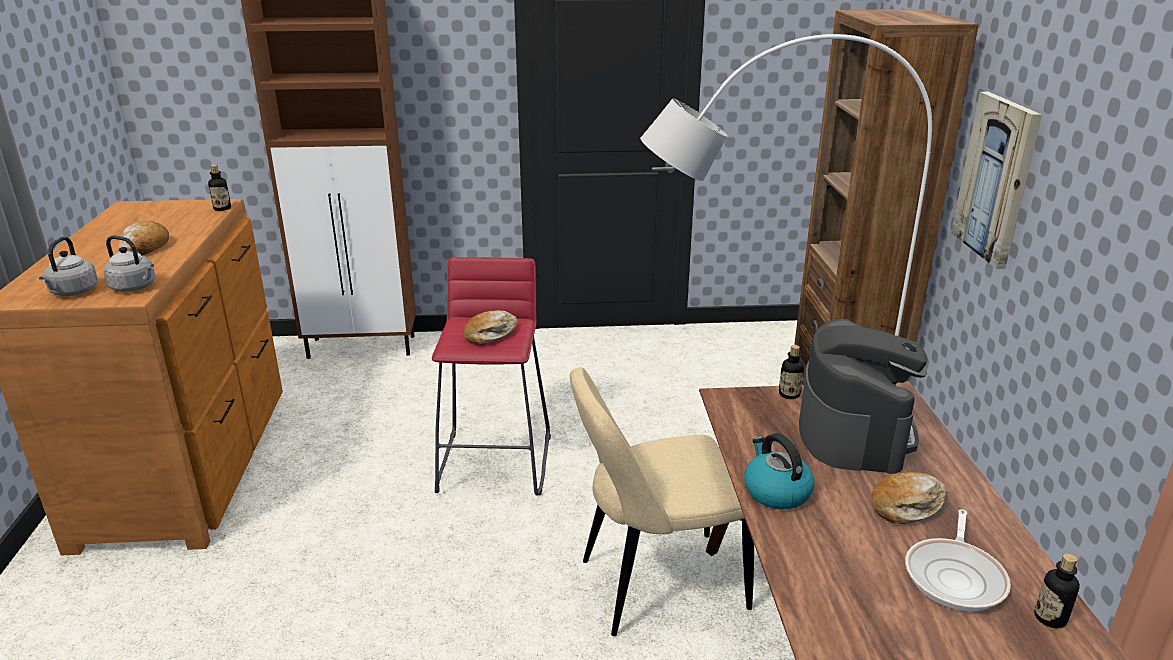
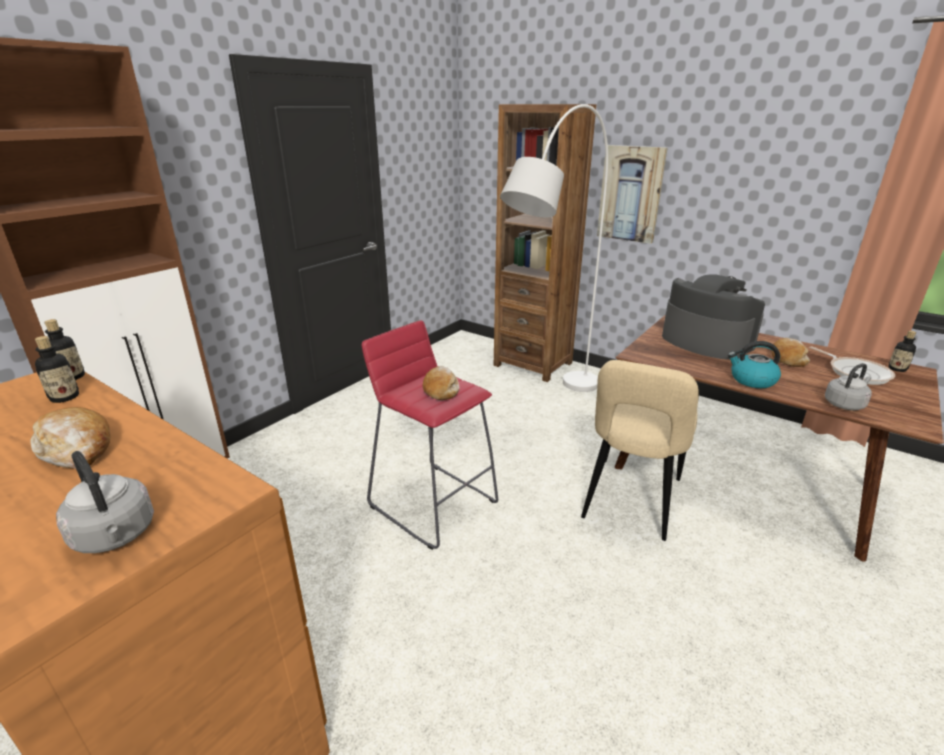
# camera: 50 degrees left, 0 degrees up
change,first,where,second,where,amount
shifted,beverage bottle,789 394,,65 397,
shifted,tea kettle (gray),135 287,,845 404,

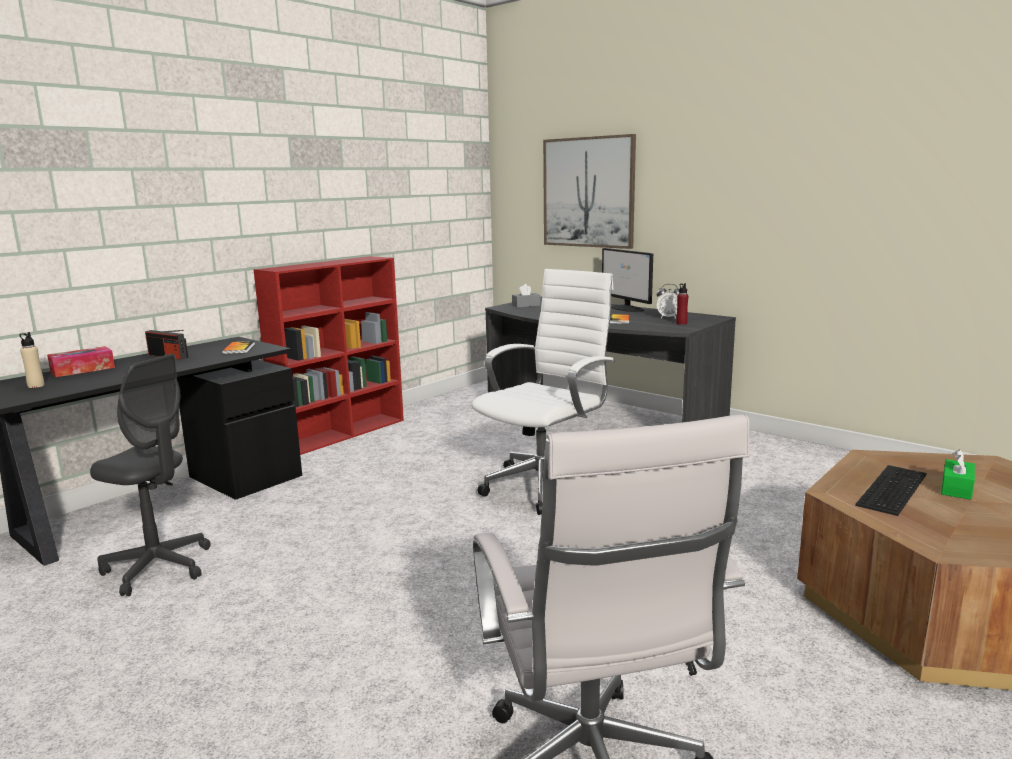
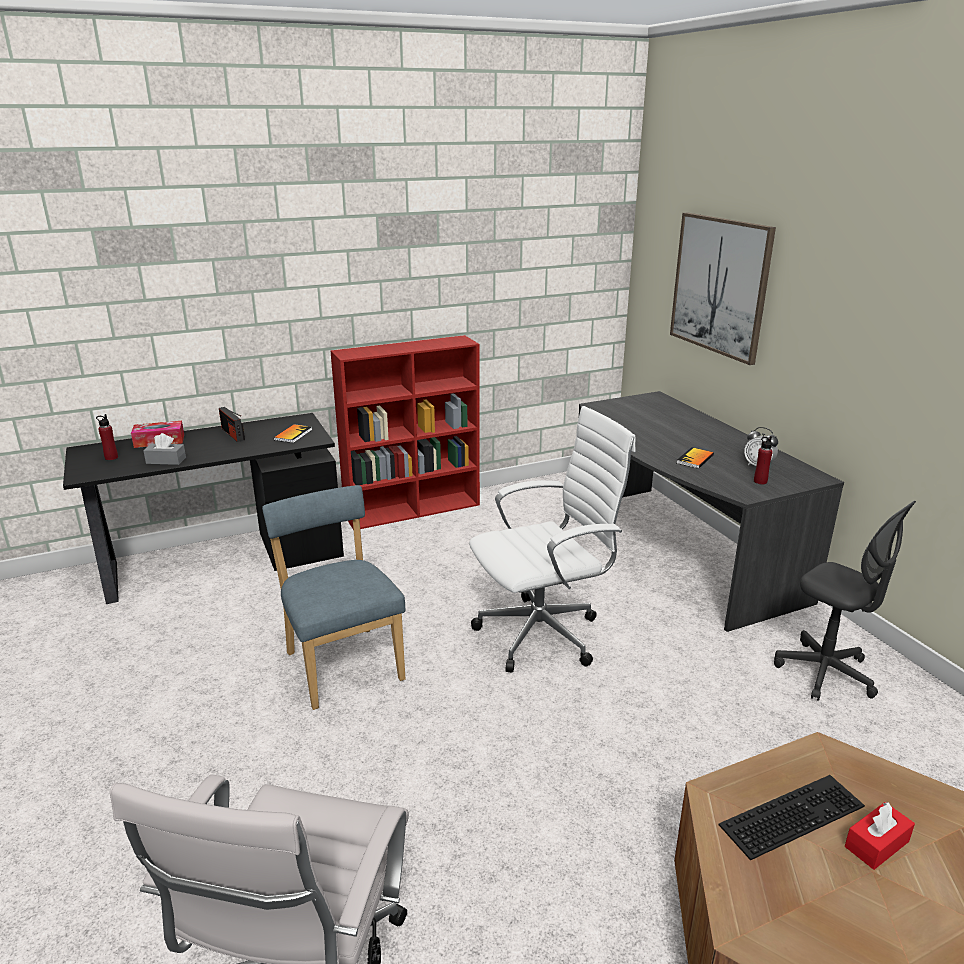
# camera: 25 degrees right, 10 degrees up
change,first,where,second,where,amount
repainted,beverage bottle (beige),36 386,beverage bottle (reddish),111 457,
shifted,tissue box (gray),526 305,,166 460,
new,,,upright chair (bluish),342 663,
shifted,office chair (gray),158 568,,825 673,
repainted,tissue box (green),956 488,tissue box (reddish),876 844,
gone,computer screen,627 308,,,

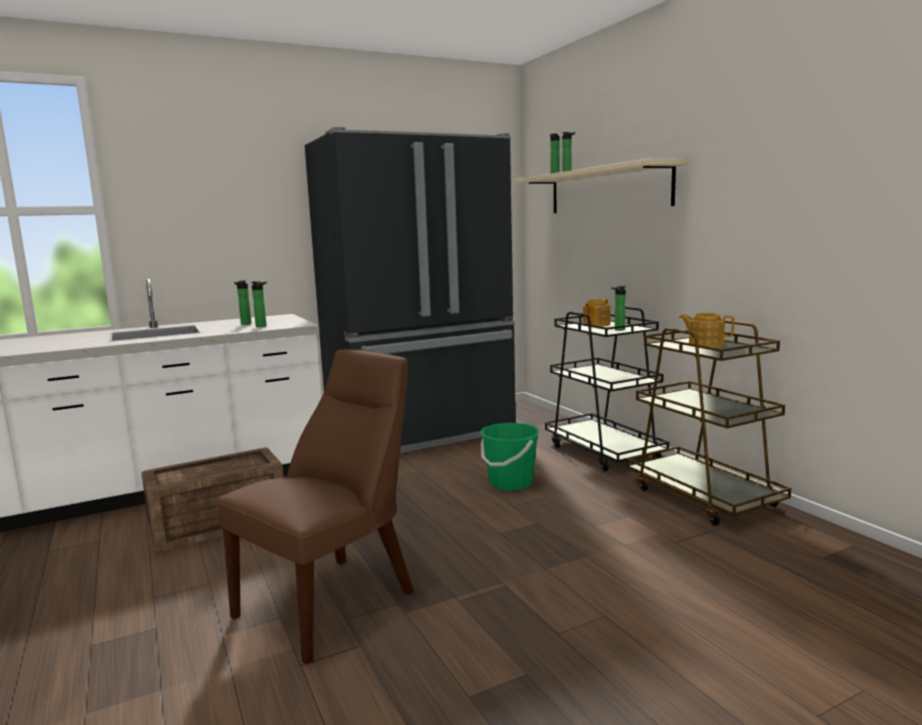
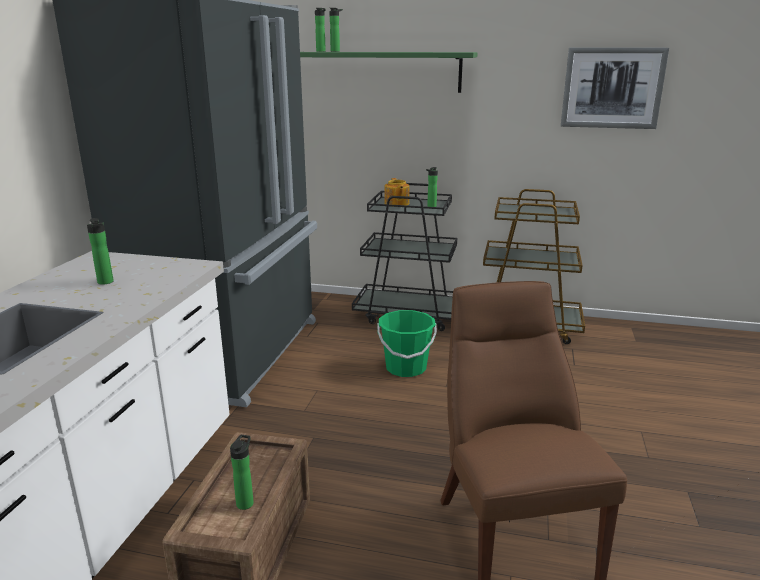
# camera: 50 degrees left, 10 degrees up
change,first,where,second,where,amount
shifted,beverage bottle,263 326,,246 502,
repainted,wall shelf (beige),607 190,wall shelf (green),373 71,
new,,,wall picture,612 88,
gone,teapot,705 344,,,

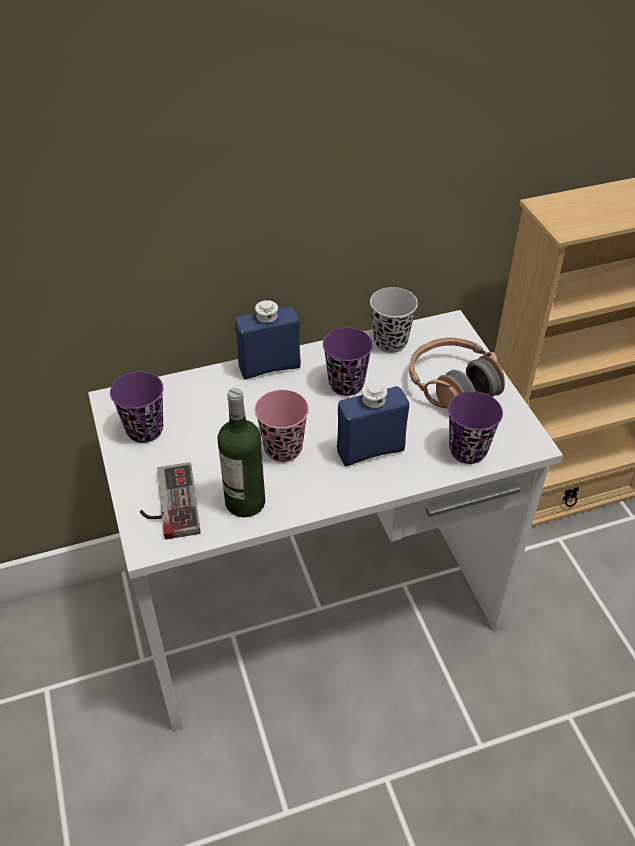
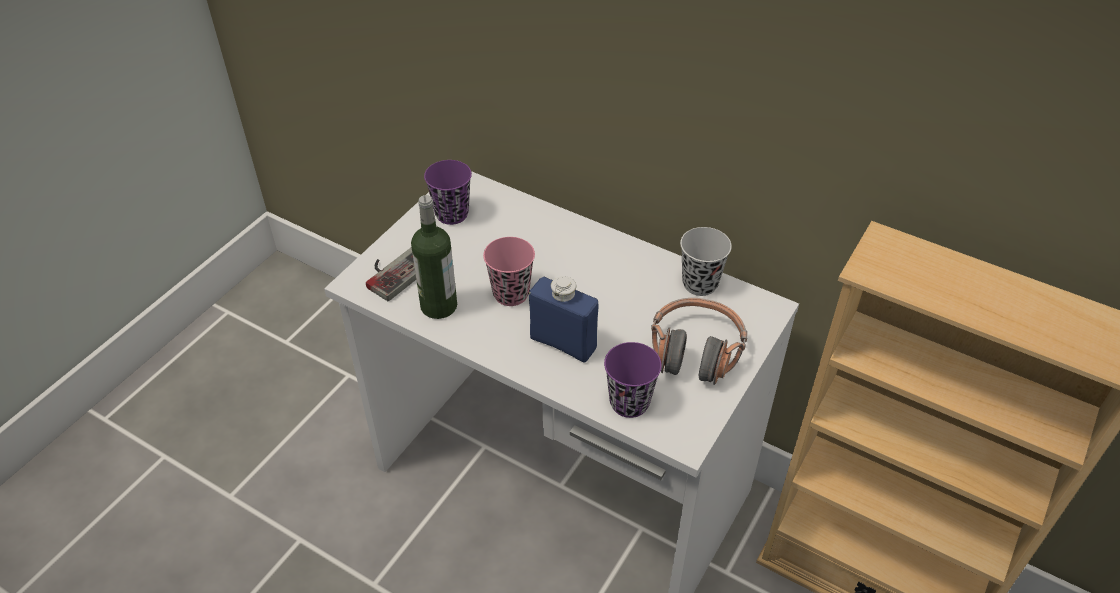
# camera: 50 degrees right, 0 degrees up
change,first,where,second,where,amount
gone,beverage bottle (bluish),269 367,,,
gone,small cup (purple-coloured),346 384,,,

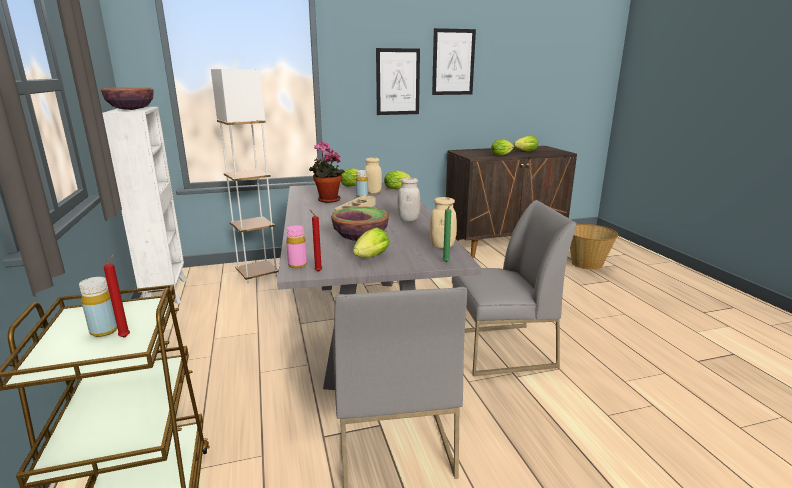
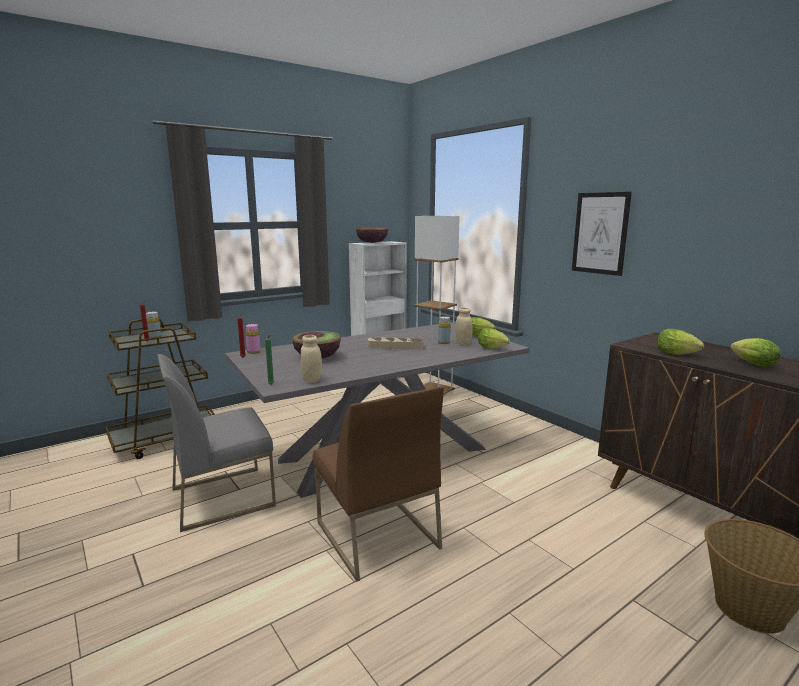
# camera: 70 degrees right, 5 degrees down
change,first,where,second,where,amount
repainted,upright chair (gray),501 349,upright chair (brown-coloured),376 535,
gone,houseplant,327 200,,,
gone,lettuce,370 258,,,
gone,preserve jar (white),408 219,,,
gone,wall picture,453 62,,,

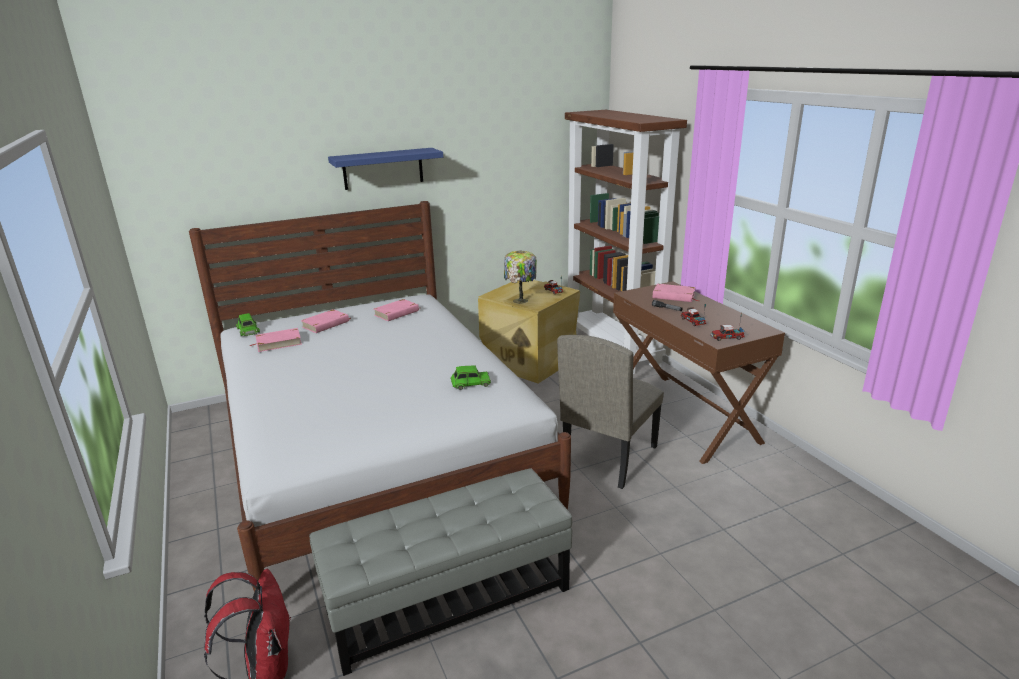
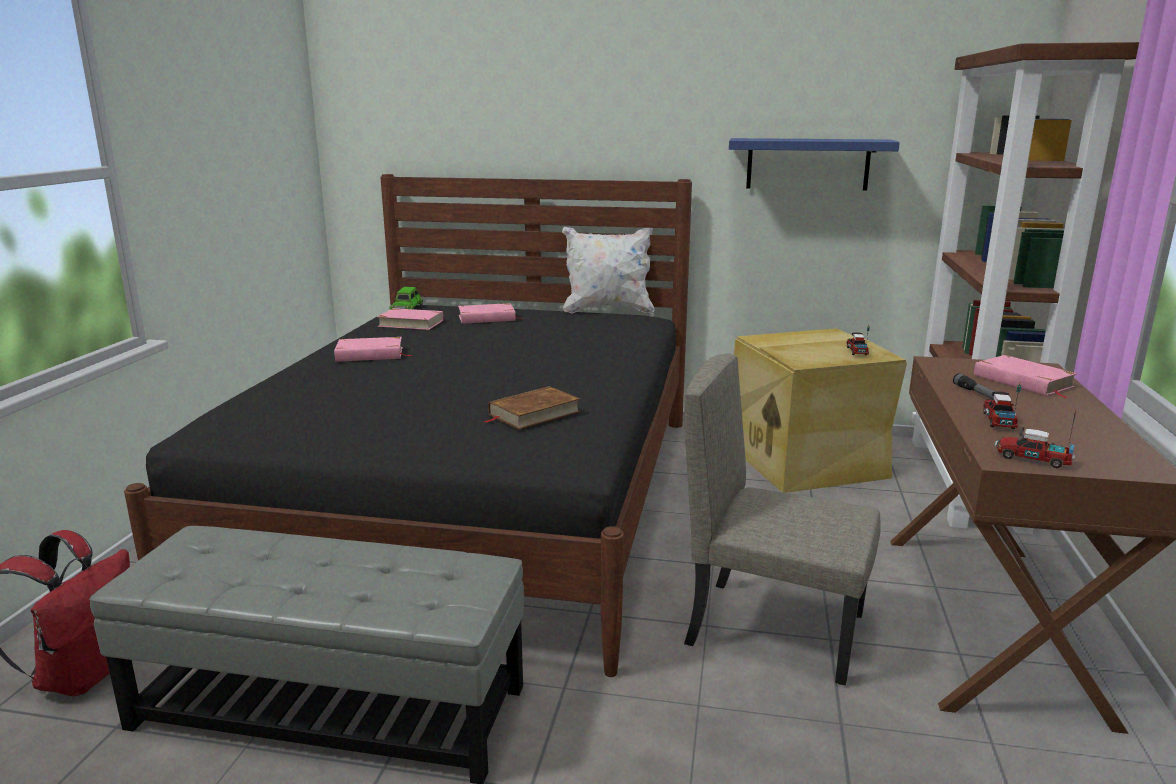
# camera: 35 degrees right, 5 degrees down
change,first,where,second,where,amount
repainted,sleeping bed (white),375 450,sleeping bed (black),477 500,
shifted,book (pink),397 313,,370 354,
swapped,model car (green),470 383,book (brown-coloured),533 413,
new,,,pillow (white),607 310,
rotated,upright chair (beige),608 456,,775 628,45 degrees clockwise
shifted,wall shelf (bluish),383 168,,807 164,
gone,table lamp,520 301,,,

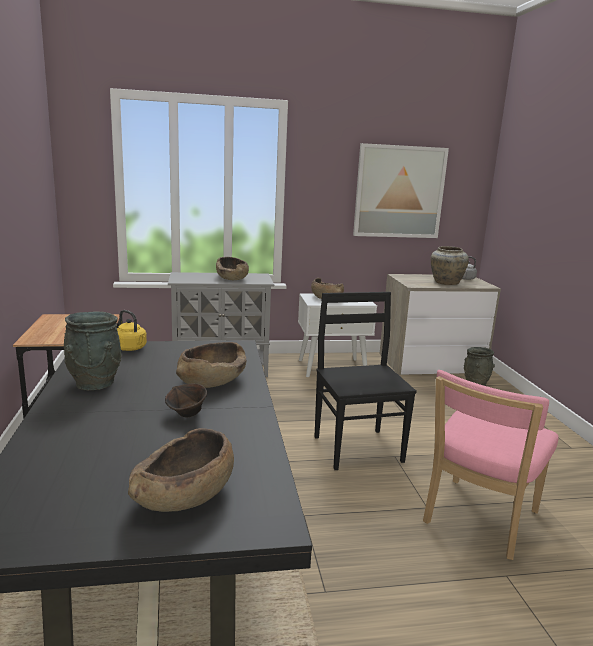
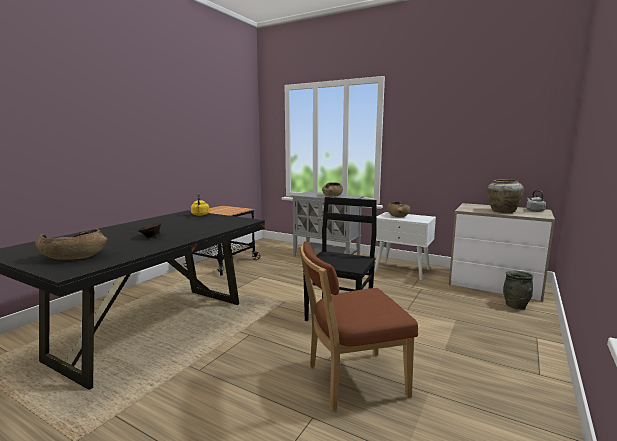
# camera: 40 degrees right, 5 degrees down
change,first,where,second,where,amount
repainted,upright chair (pink),478 520,upright chair (brown-coloured),351 381,
gone,vase (gray),95 383,,,
gone,deep dish (brown-coloured),212 380,,,
gone,wall picture,399 192,,,

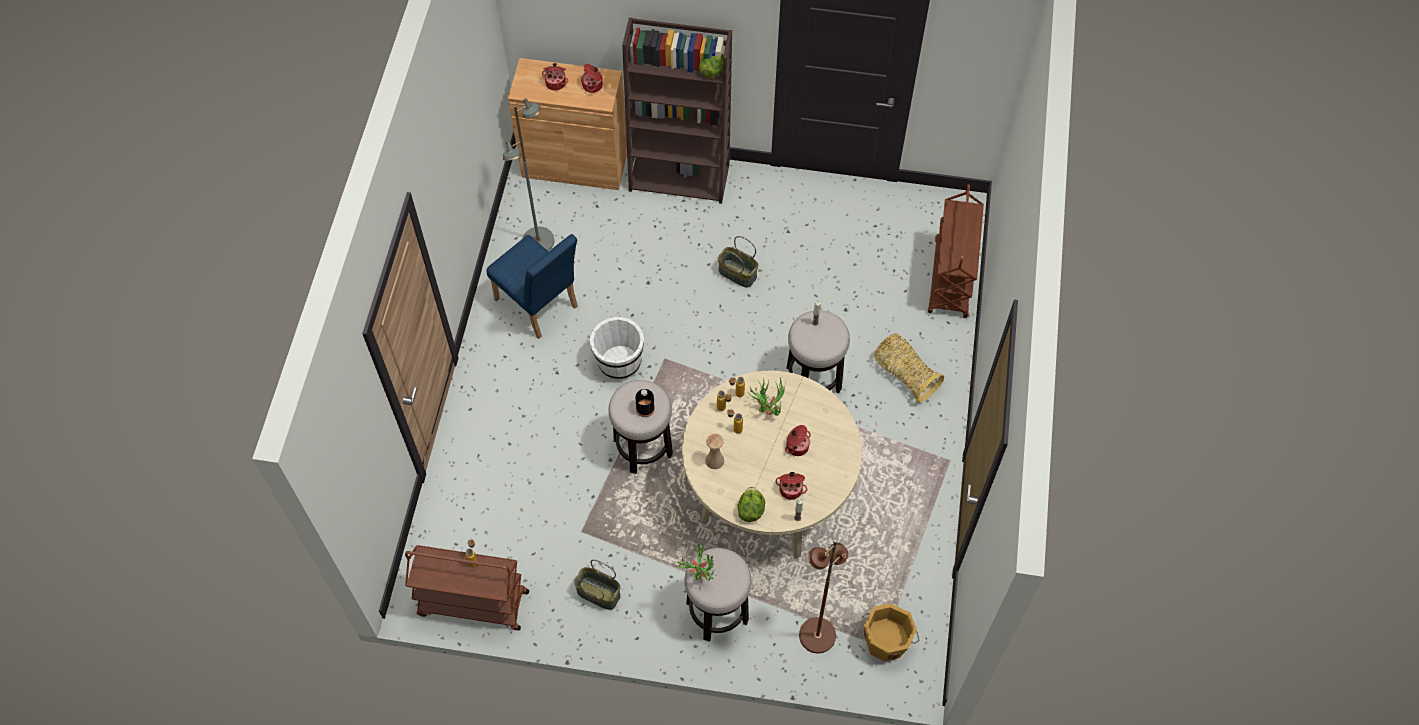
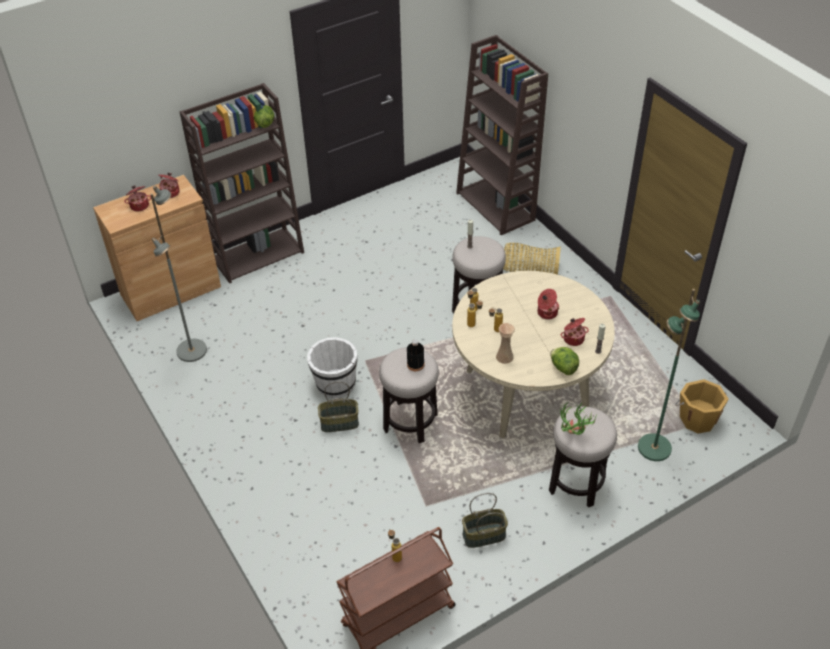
# camera: 40 degrees left, 15 degrees down
change,first,where,second,where,amount
shifted,storage basket,737 274,,339 423,
swapped,cart (brown-coloured),951 279,bookcase (brown-coloured),496 206,
repainted,standard lamp (brown-coloured),816 635,standard lamp (green),653 448,
gone,upright chair (bluish),540 307,,,
gone,houseplant,766 408,,,

